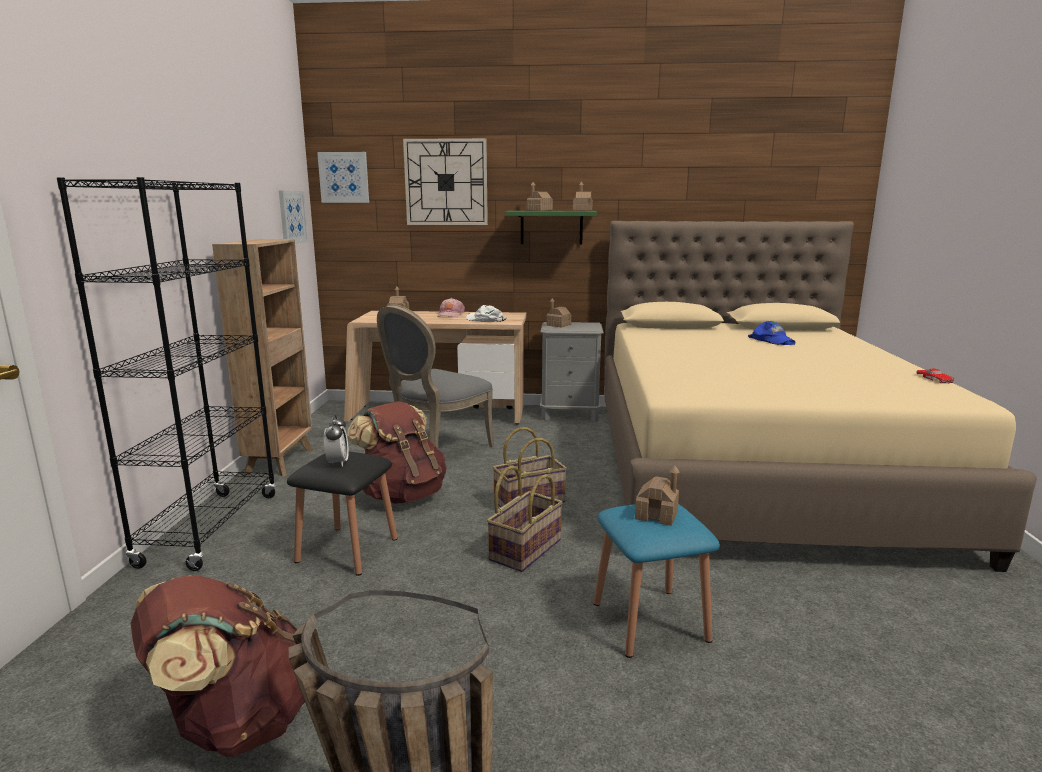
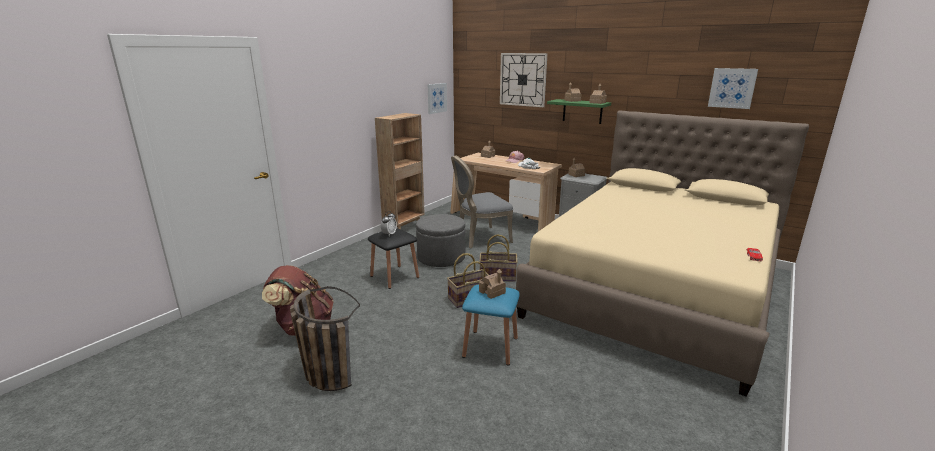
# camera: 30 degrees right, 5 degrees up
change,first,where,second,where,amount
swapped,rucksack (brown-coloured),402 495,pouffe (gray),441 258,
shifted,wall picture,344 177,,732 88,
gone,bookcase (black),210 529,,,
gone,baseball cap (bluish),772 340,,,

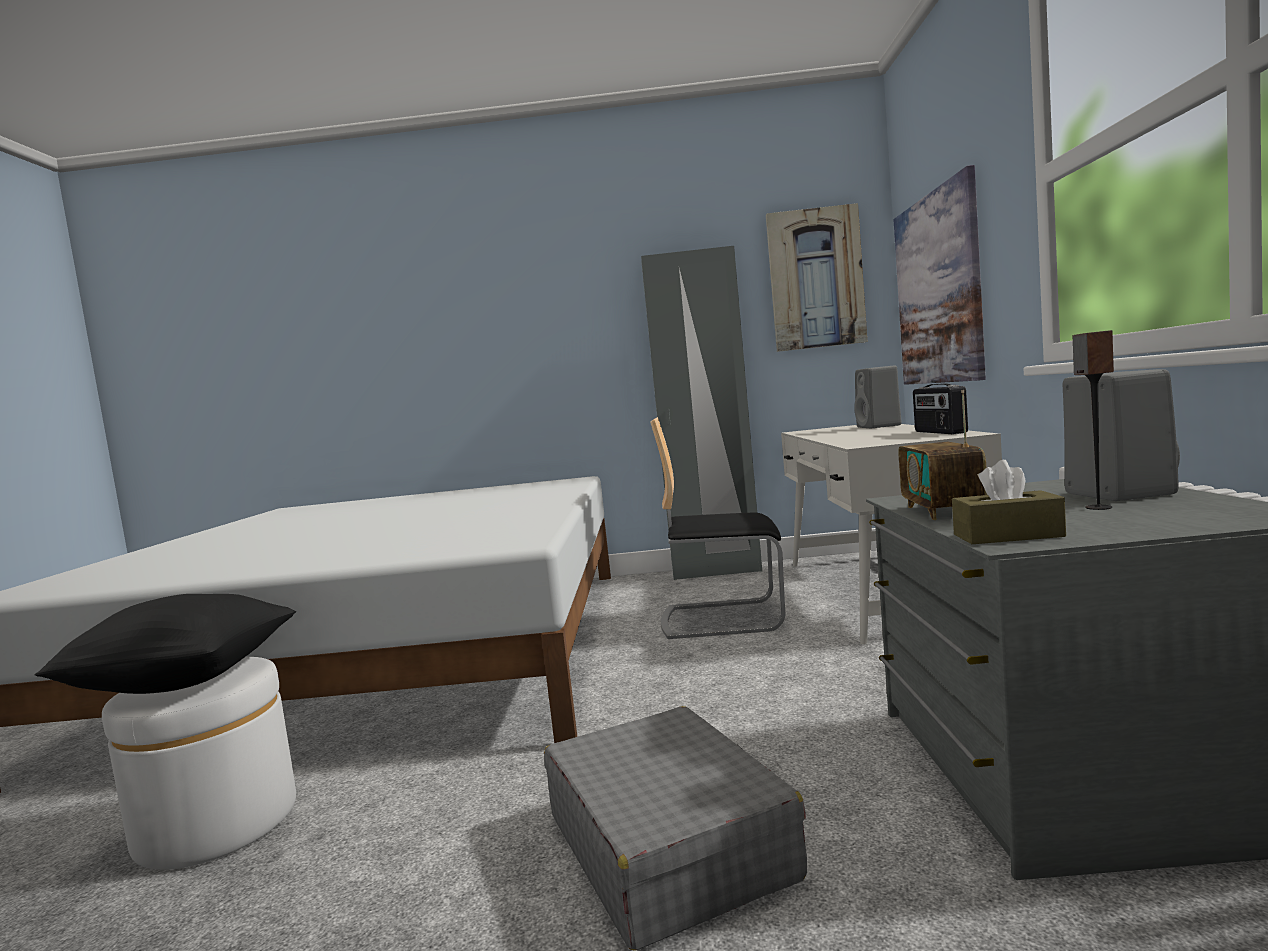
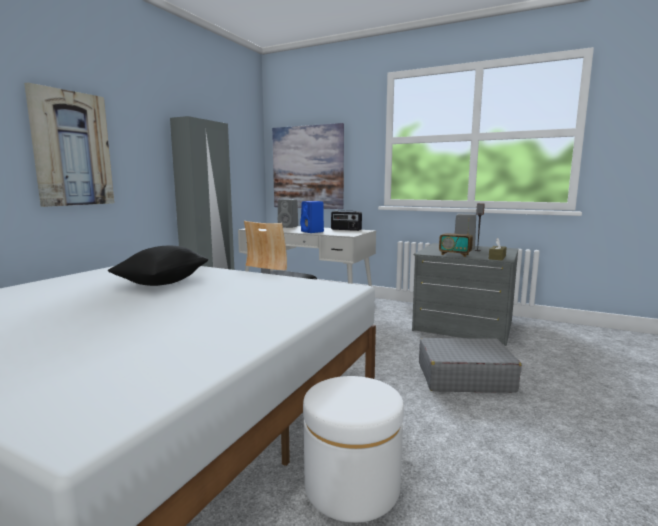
# camera: 65 degrees left, 5 degrees up
change,first,where,second,where,amount
shifted,wall picture,815 279,,72 149,
shifted,pillow (black),184 682,,162 283,
new,,,audio speaker (bluish),313 232,

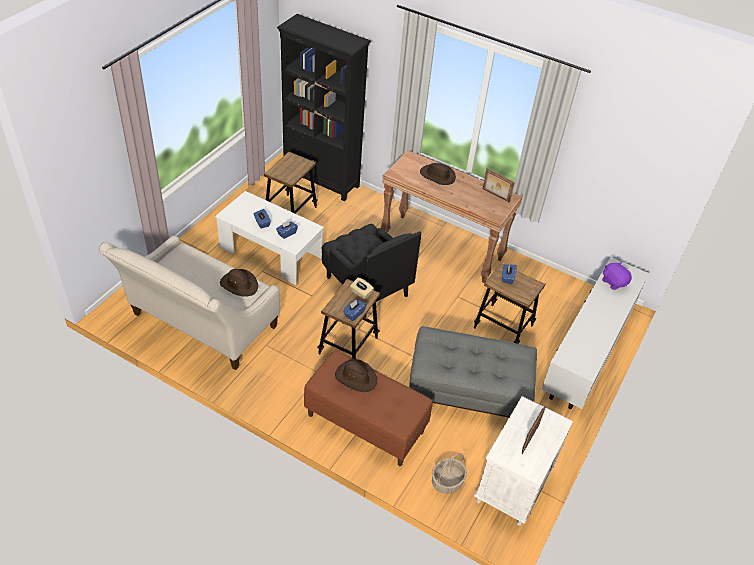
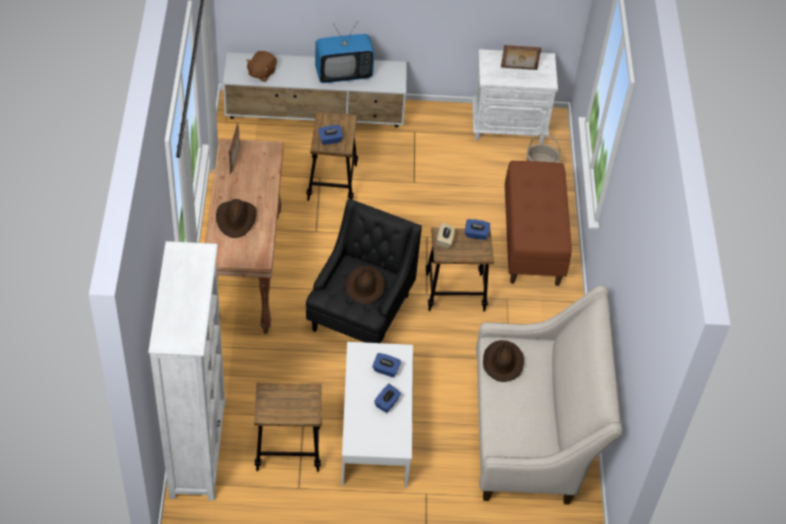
# camera: 120 degrees left, 5 degrees up
change,first,where,second,where,amount
repainted,bookcase (black),321 180,bookcase (white),198 448,
repainted,cuddly toy (purple-coloured),614 282,cuddly toy (brown-coloured),261 73,
new,,,television,343 74,
shifted,hat (brown-coloured),356 377,,364 286,
gone,pouffe (gray),467 392,,,

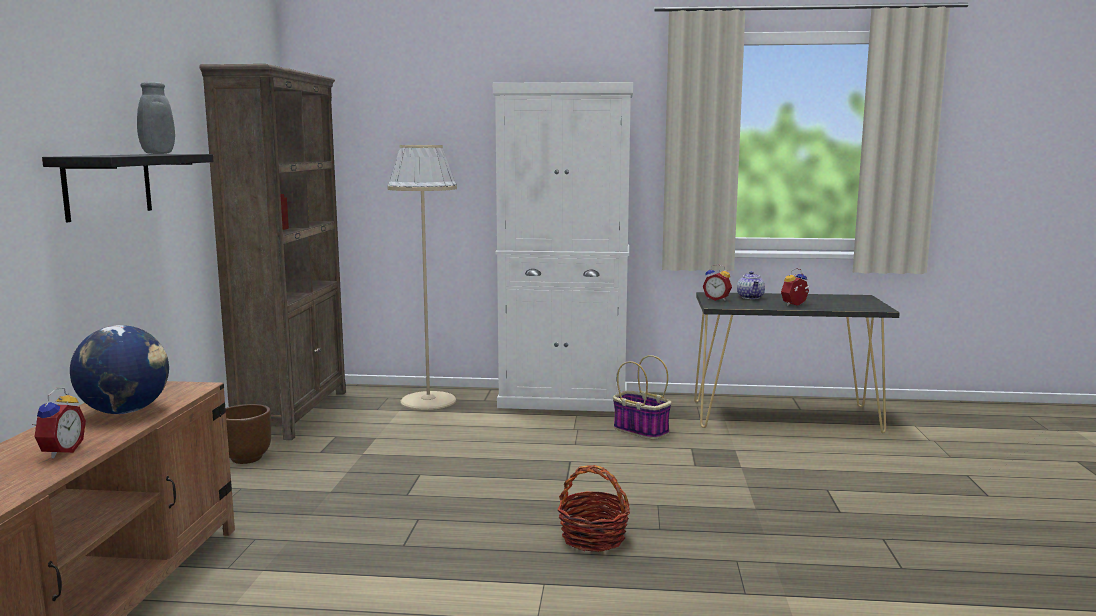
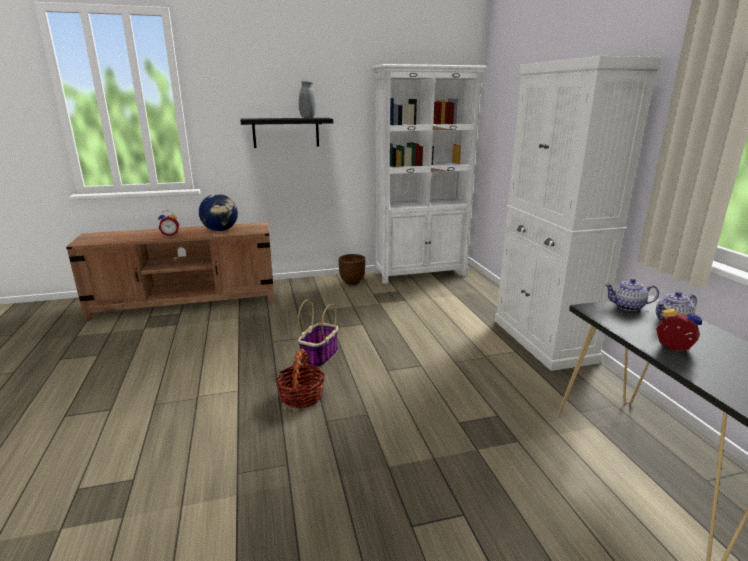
# camera: 70 degrees right, 10 degrees up
change,first,where,second,where,amount
shifted,storage basket,639 430,,319 356,
repainted,bookcase (brown-coloured),293 413,bookcase (white),421 273,
swapped,alarm clock,717 299,teapot,627 307,
gone,standard lamp (beige),428 401,,,

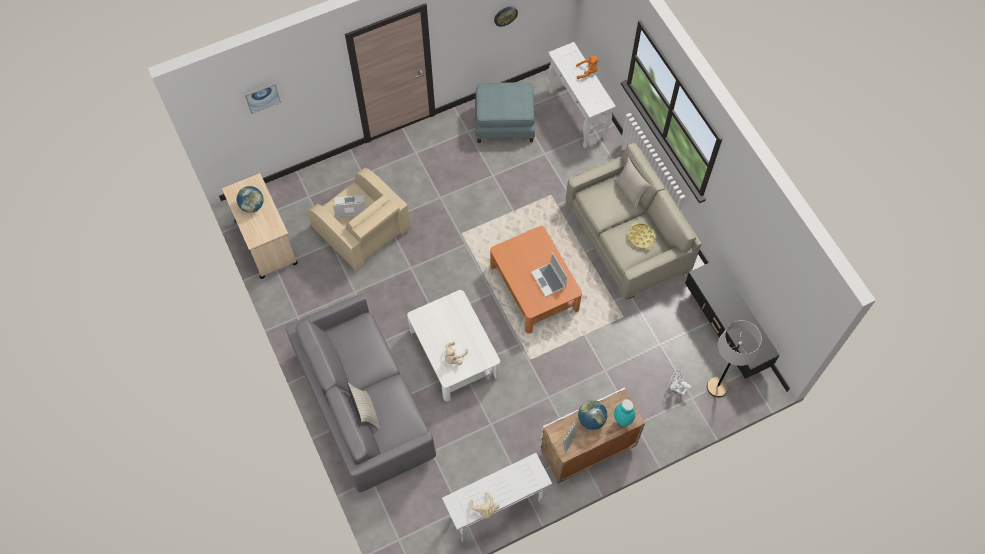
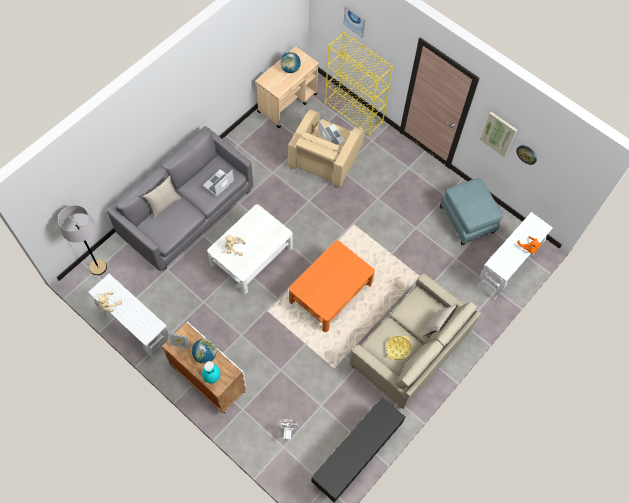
# camera: 65 degrees right, 0 degrees up
change,first,where,second,where,amount
shifted,standard lamp (gray),717 387,,98 267,
shifted,laptop,549 280,,218 184,
new,,,bookcase (yellowish),354 113,
new,,,wall picture,498 133,

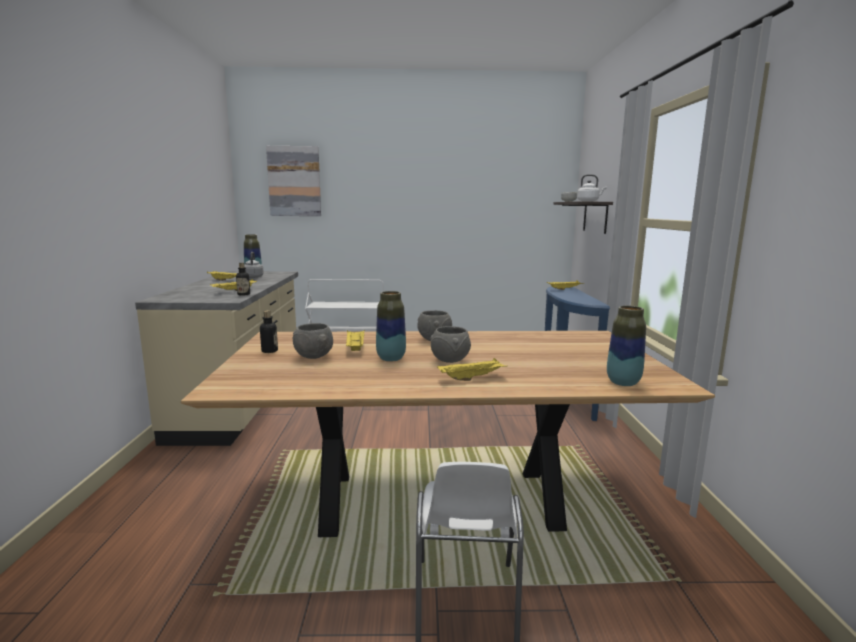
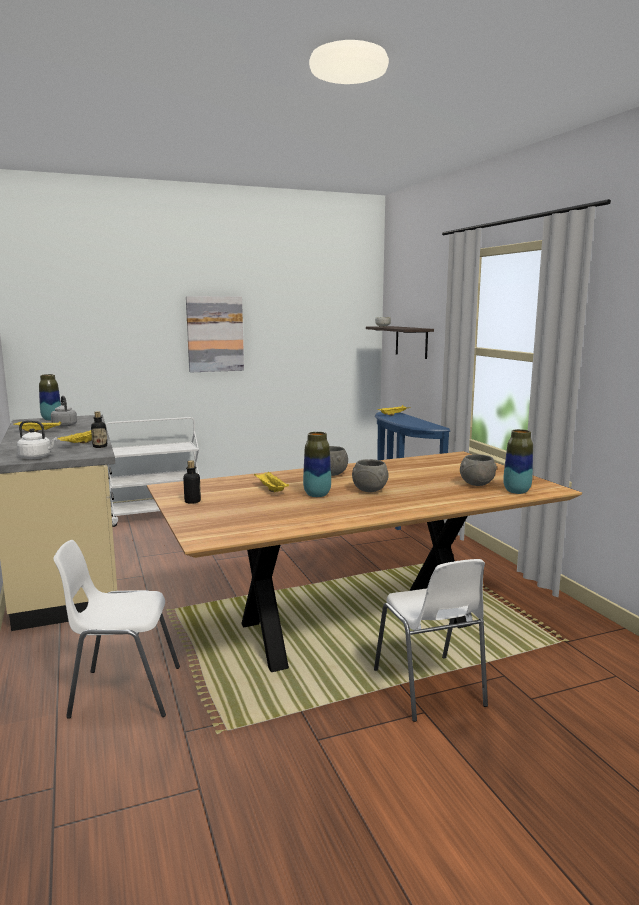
# camera: 20 degrees left, 0 degrees up
change,first,where,second,where,amount
shifted,tea kettle (white),589 201,,37 457,
new,,,upright chair (white),123 692,
shifted,wall picture,294 181,,215 334,
shifted,deep dish (gray),314 357,,477 485,
gone,tray (yellowish),472 378,,,

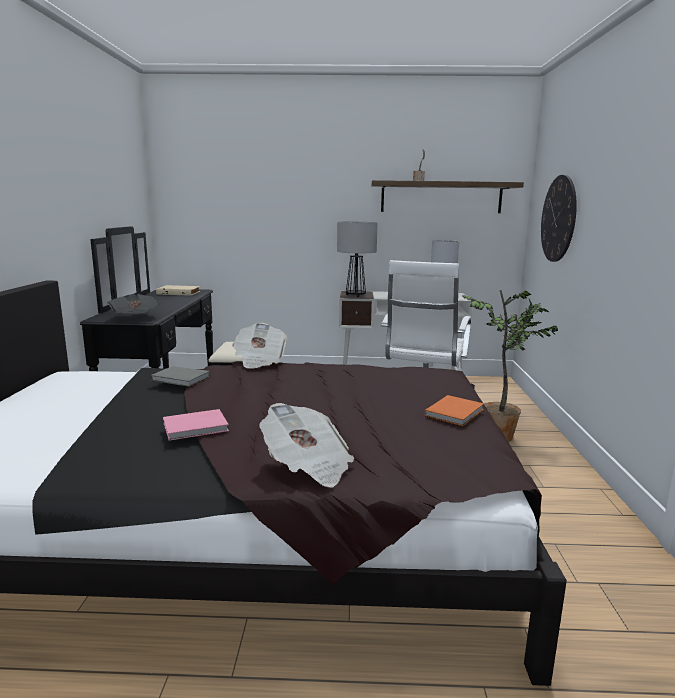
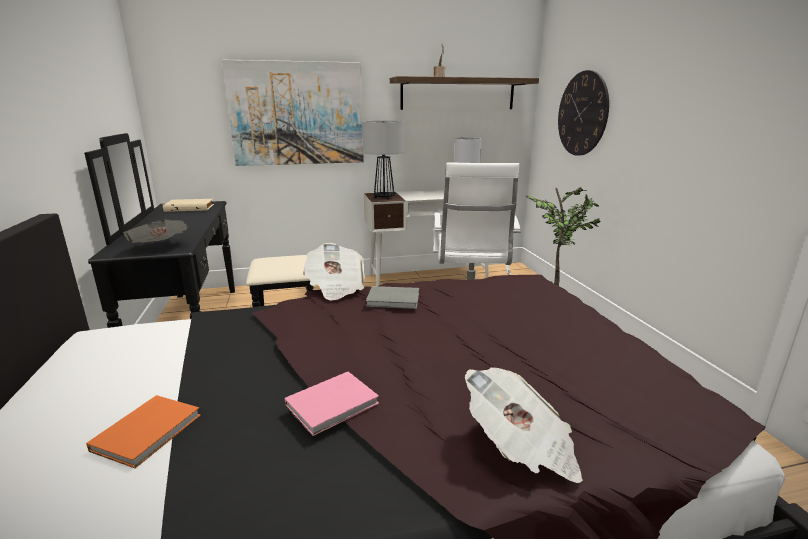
# camera: 15 degrees left, 5 degrees up
change,first,where,second,where,amount
shifted,book (orangey),456 412,,150 431,
new,,,wall picture,297 114,
shifted,book (gray),181 379,,394 300,

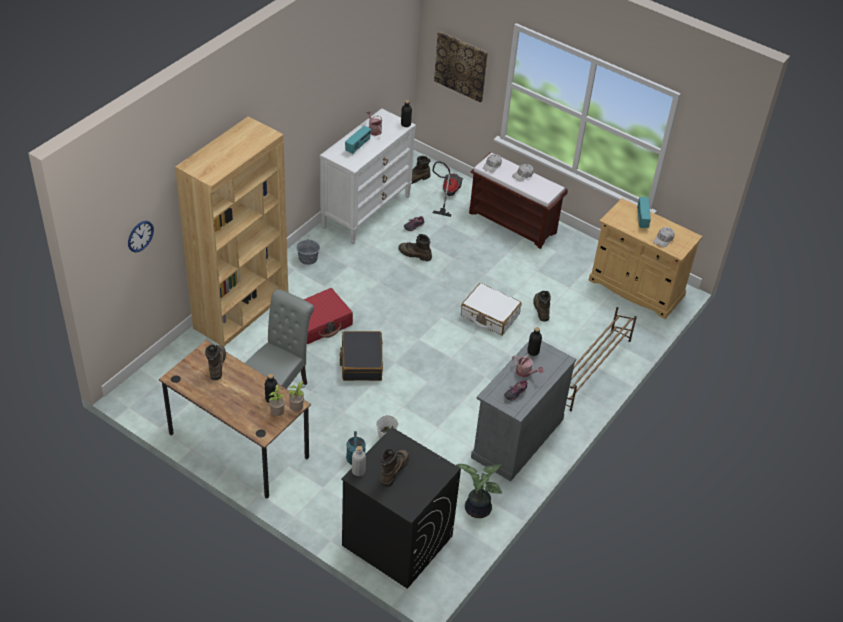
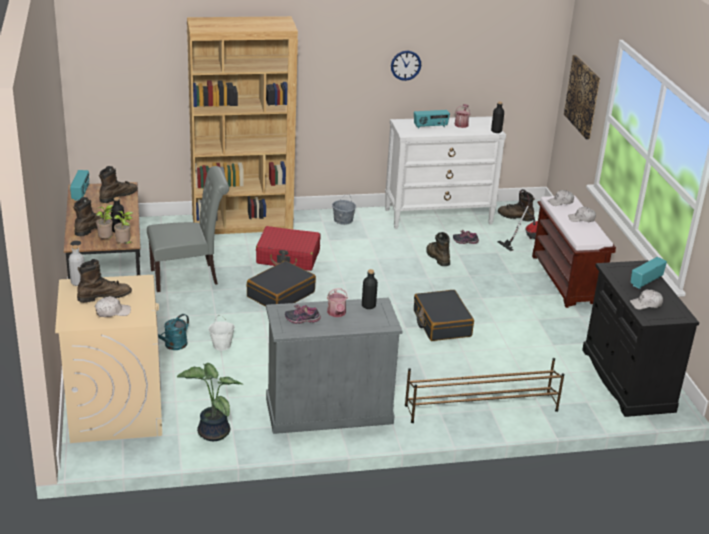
# camera: 45 degrees right, 15 degrees down
change,first,where,second,where,amount
repainted,washing machine (black),396 540,washing machine (beige),115 409,
new,,,radio set,81 193,
shifted,high-top boot (brown-coloured),541 309,,93 228,
new,,,baseball cap (white),112 312,
shifted,clock on the wall,140 236,,405 65,
repainted,suitcase (white),489 315,suitcase (black),441 323,
repainted,cupboard (beige),636 288,cupboard (black),627 380,

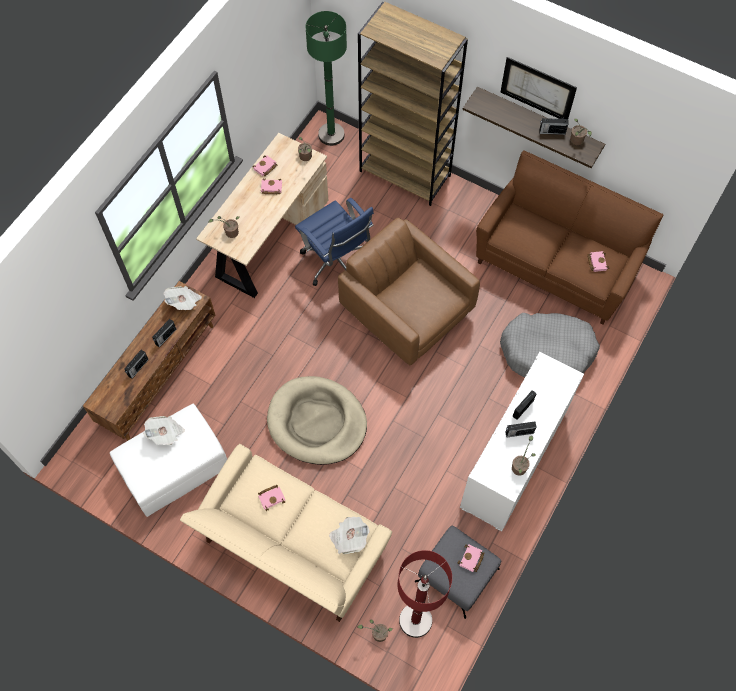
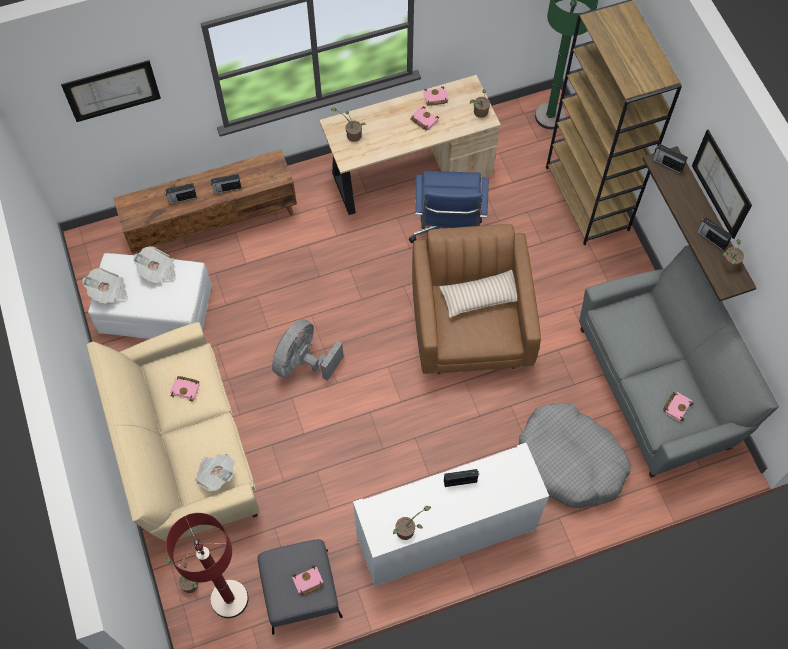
# camera: 40 degrees right, 0 degrees up
change,first,where,second,where,amount
new,,,wall picture,112 91,
shifted,printed paper,184 302,,108 292,
swapped,dog bed (beige),317 422,electric fan (gray),303 362,
new,,,pillow (beige),480 297,
repainted,sofa (brown-coloured),556 264,sofa (gray),657 387,
shifted,radio set,518 432,,667 164,

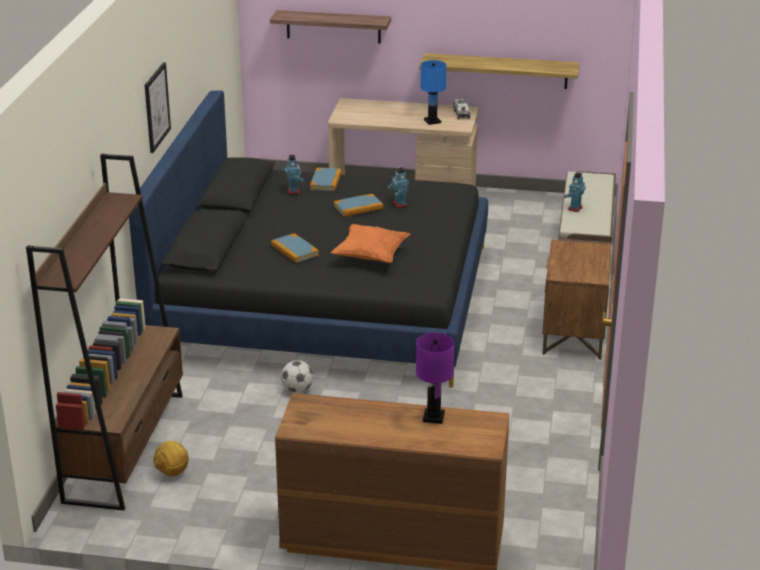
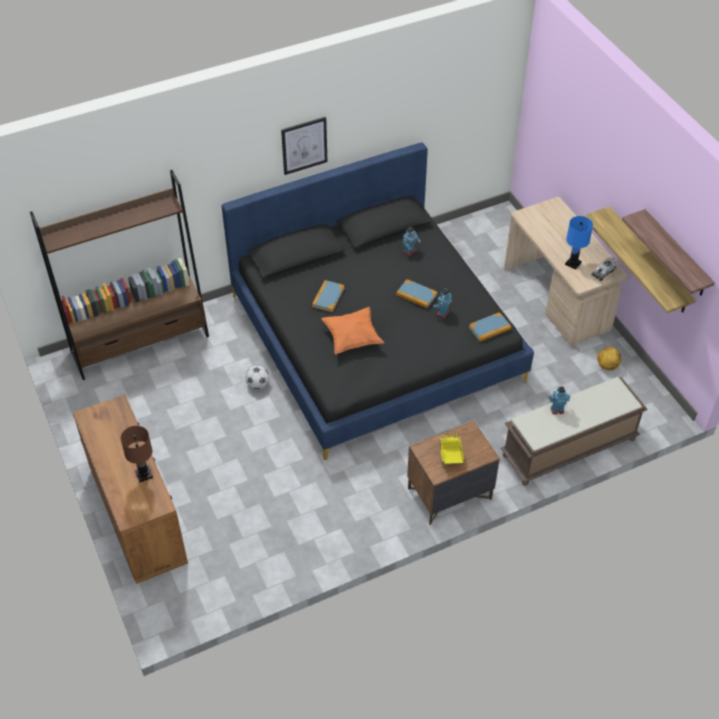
# camera: 55 degrees right, 20 degrees up
change,first,where,second,where,amount
repainted,table lamp (purple-coloured),433 417,table lamp (brown-coloured),143 474,
new,,,toy lorry,450 457,
shifted,book,326 181,,489 328,
shifted,football ball,172 473,,607 366,
shifted,wall shelf,333 26,,676 254,

